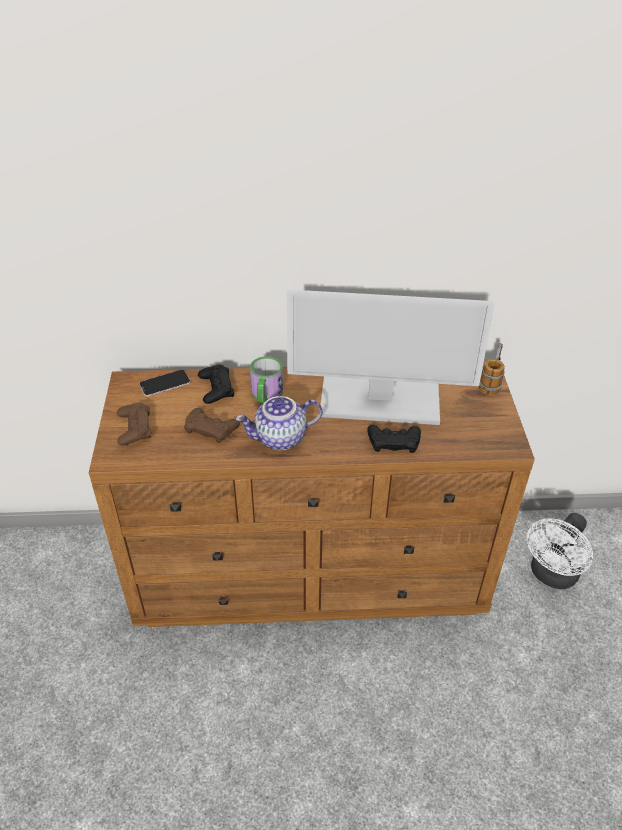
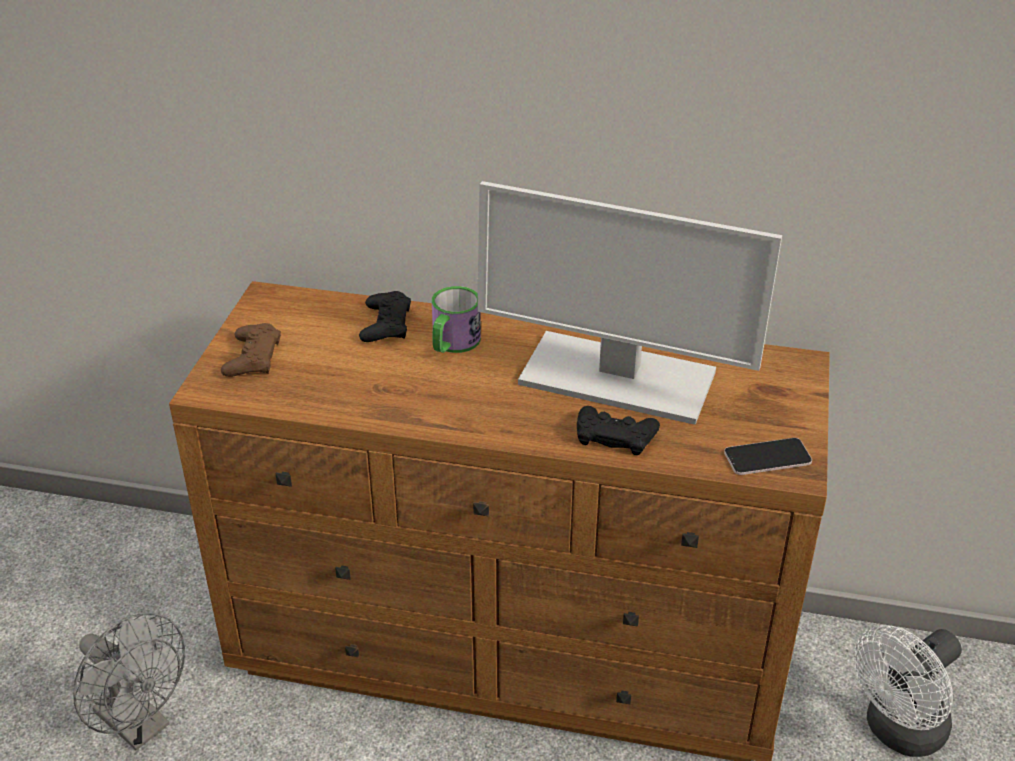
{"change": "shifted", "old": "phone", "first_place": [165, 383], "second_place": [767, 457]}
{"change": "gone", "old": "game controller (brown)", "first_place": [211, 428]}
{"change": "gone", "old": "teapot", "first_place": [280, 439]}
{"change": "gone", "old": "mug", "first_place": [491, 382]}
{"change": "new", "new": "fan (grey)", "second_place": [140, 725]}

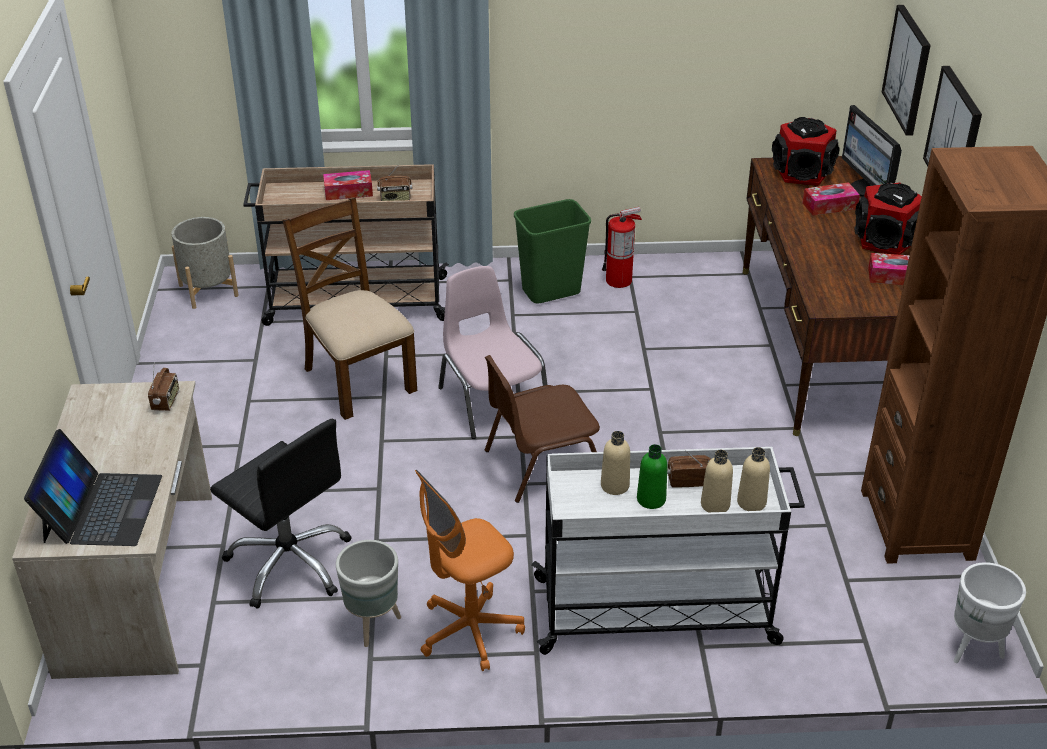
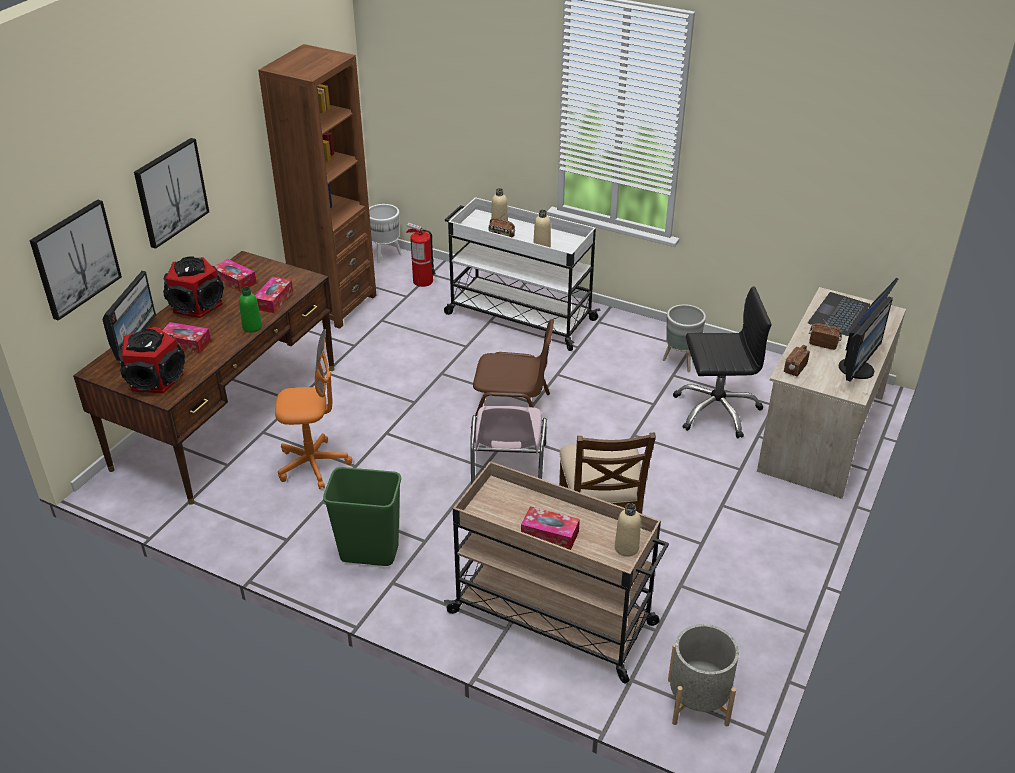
{"change": "rotated", "old": "office chair (black)", "first_place": [290, 562], "second_place": [716, 410], "degrees": 105}
{"change": "shifted", "old": "radio", "first_place": [395, 199], "second_place": [823, 344]}
{"change": "shifted", "old": "office chair (orange)", "first_place": [470, 631], "second_place": [313, 465]}
{"change": "shifted", "old": "fire extinguisher", "first_place": [619, 280], "second_place": [422, 281]}
{"change": "shifted", "old": "bottle (green)", "first_place": [651, 499], "second_place": [252, 327]}
{"change": "shifted", "old": "bottle (beige)", "first_place": [751, 502], "second_place": [626, 548]}
{"change": "new", "new": "tissue box", "second_place": [274, 300]}
{"change": "new", "new": "monitor", "second_place": [857, 369]}

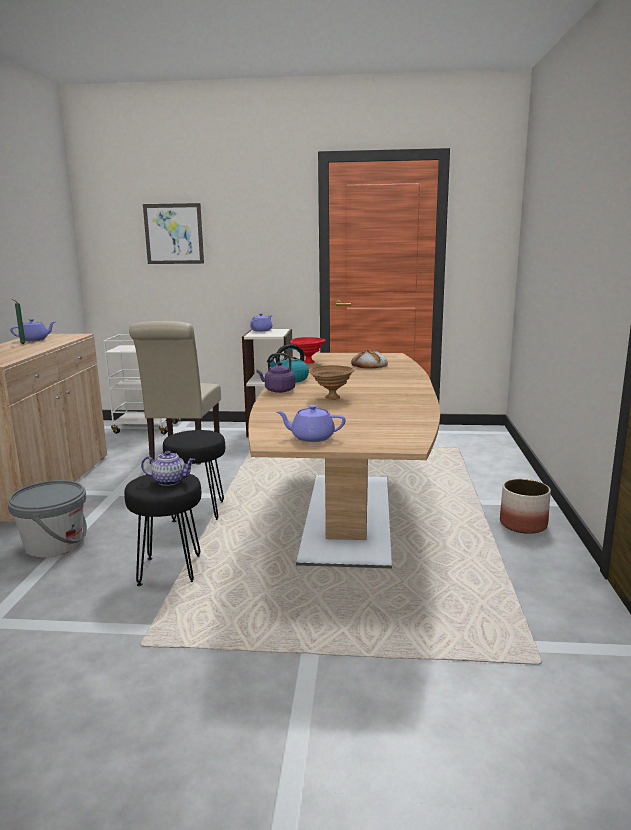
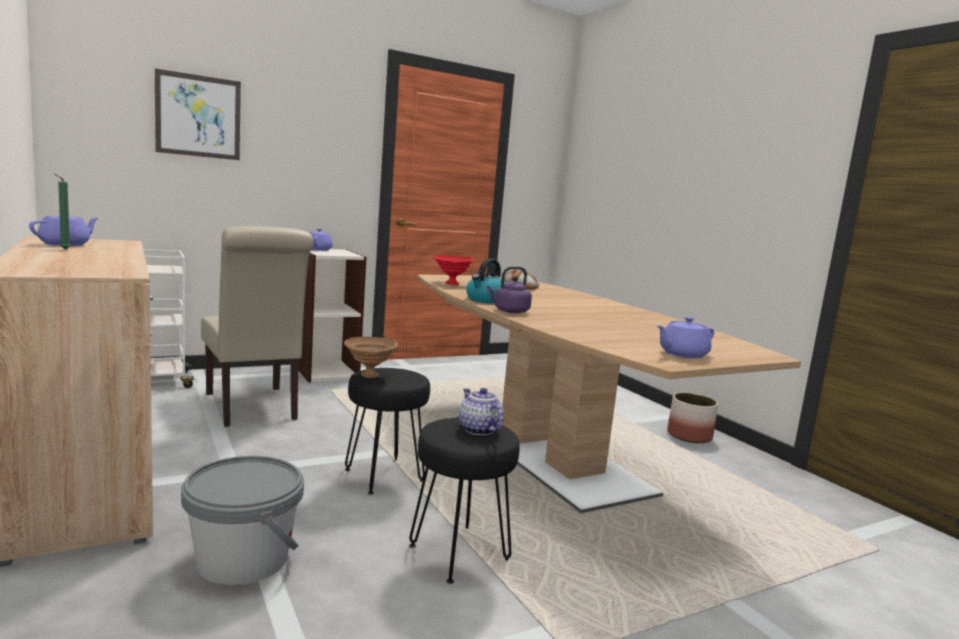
{"change": "rotated", "old": "teapot", "first_place": [170, 481], "second_place": [478, 429], "degrees": -90}
{"change": "shifted", "old": "bowl (brown)", "first_place": [332, 398], "second_place": [370, 376]}

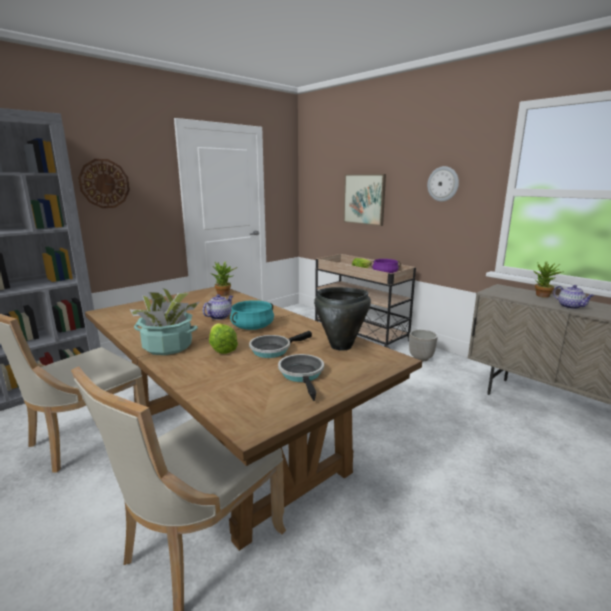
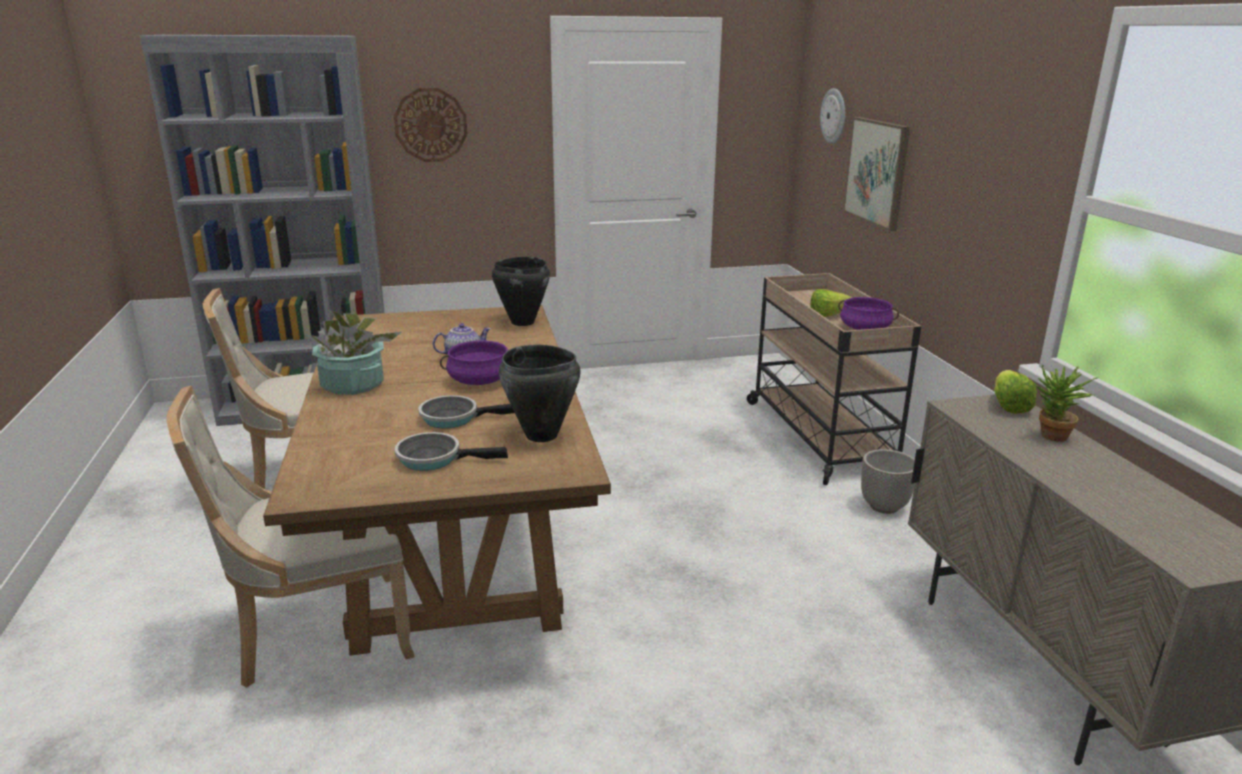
{"change": "shifted", "old": "lettuce", "first_place": [222, 347], "second_place": [1008, 404]}
{"change": "swapped", "old": "potted plant", "new": "cooking pot (black)", "first_place": [225, 294], "second_place": [522, 322]}
{"change": "repainted", "old": "cooking pot (turquoise)", "new": "cooking pot (purple)", "first_place": [252, 327], "second_place": [479, 381]}
{"change": "rotated", "old": "frying pan", "first_place": [302, 375], "second_place": [435, 458], "degrees": -105}
{"change": "shifted", "old": "wall clock", "first_place": [443, 184], "second_place": [834, 116]}
{"change": "gone", "old": "teapot", "first_place": [571, 307]}

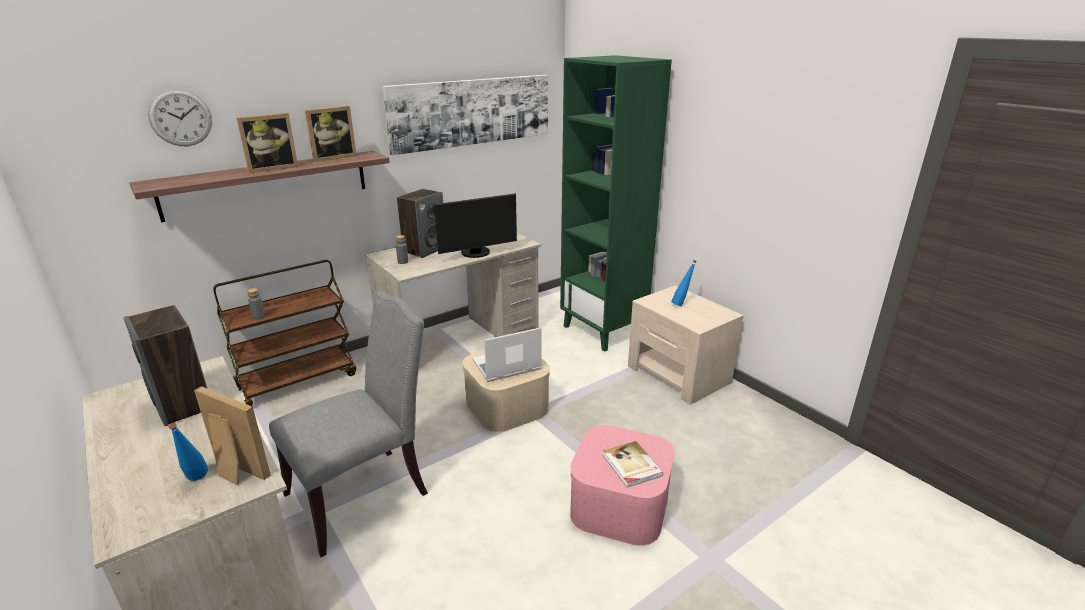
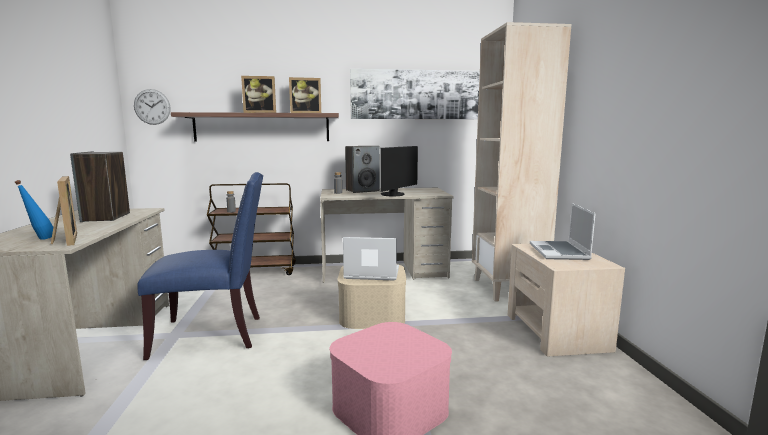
{"change": "shifted", "old": "wall clock", "first_place": [180, 118], "second_place": [152, 107]}
{"change": "repainted", "old": "chair (grey)", "new": "chair (blue)", "first_place": [363, 493], "second_place": [214, 335]}
{"change": "rotated", "old": "monitor", "first_place": [477, 253], "second_place": [395, 194], "degrees": -60}
{"change": "repainted", "old": "bookcase (green)", "new": "bookcase (beige)", "first_place": [603, 331], "second_place": [508, 289]}
{"change": "gone", "old": "book", "first_place": [631, 466]}
{"change": "swapped", "old": "bottle (blue)", "new": "laptop", "first_place": [681, 304], "second_place": [560, 252]}

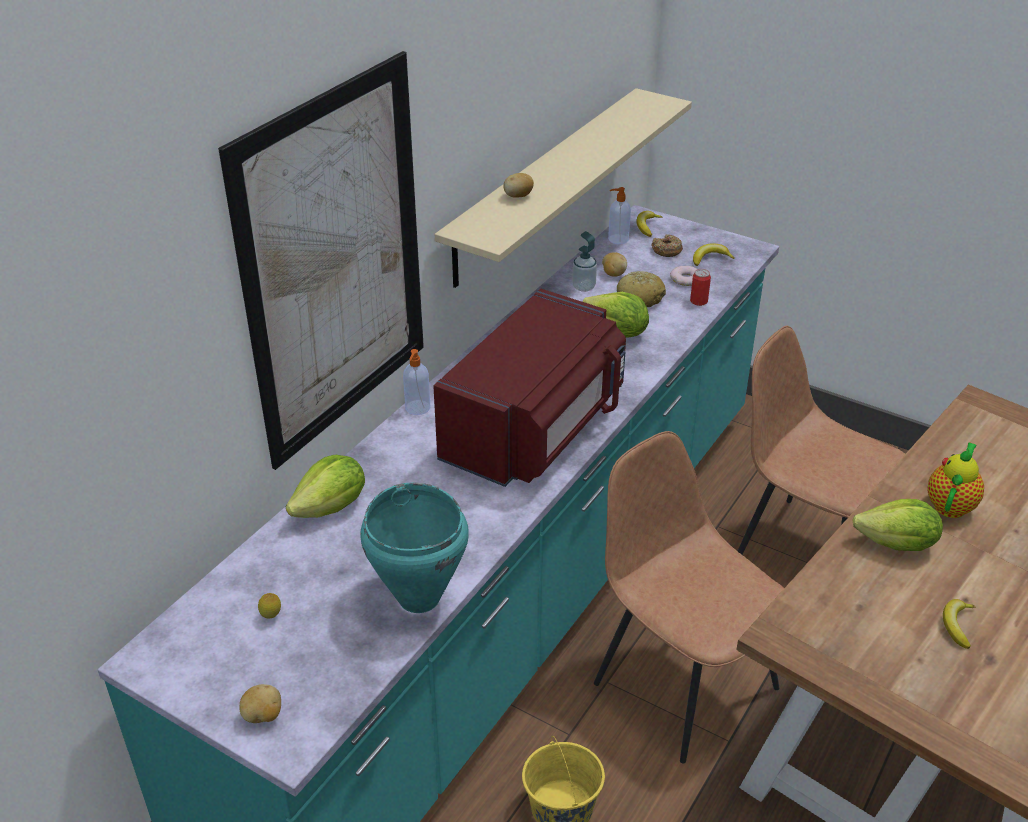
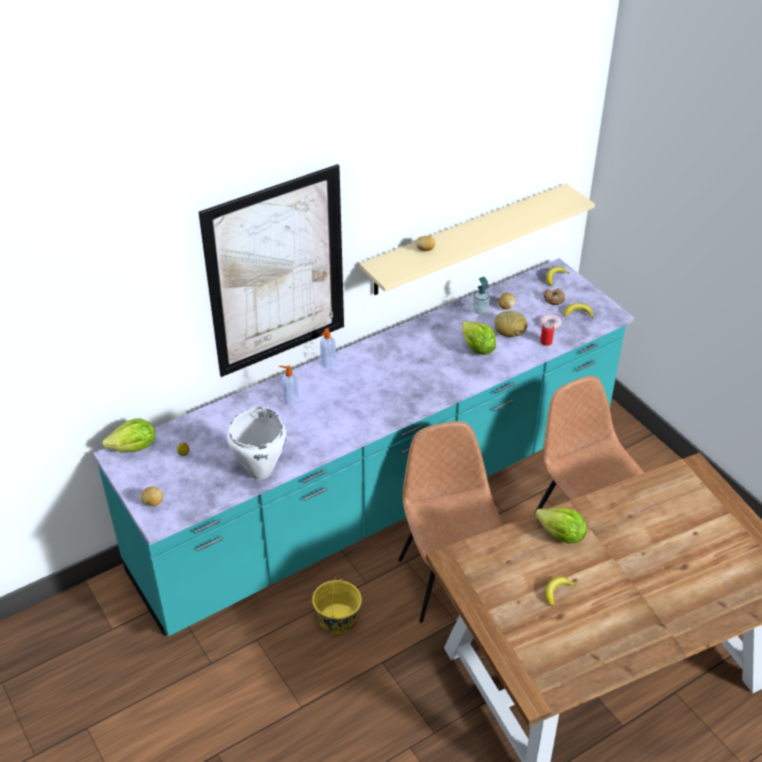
{"change": "shifted", "old": "lettuce", "first_place": [332, 507], "second_place": [134, 448]}
{"change": "repainted", "old": "cooking pot (turquoise)", "new": "cooking pot (white)", "first_place": [418, 598], "second_place": [259, 471]}
{"change": "gone", "old": "microwave (red)", "first_place": [535, 429]}
{"change": "shifted", "old": "soap dispenser", "first_place": [617, 239], "second_place": [290, 399]}
{"change": "gone", "old": "teapot", "first_place": [950, 504]}

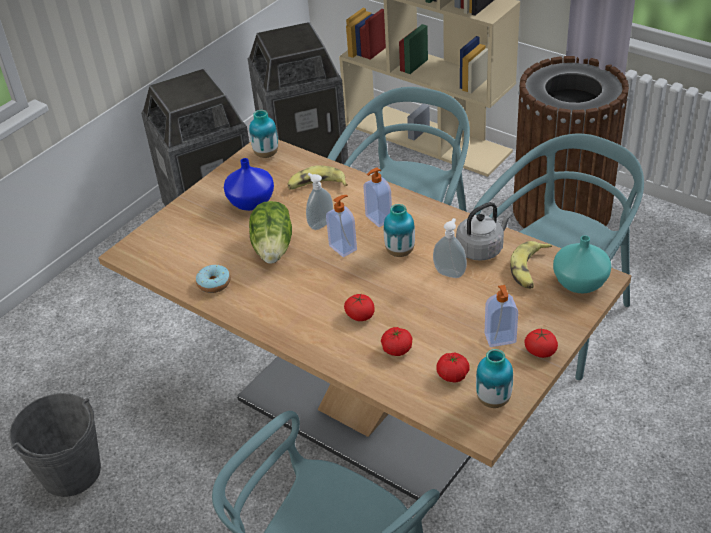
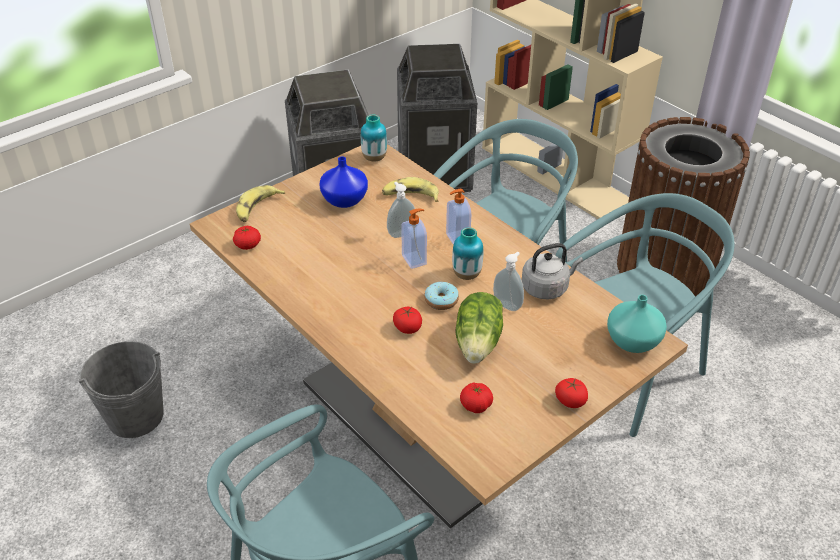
{"change": "shifted", "old": "donut", "first_place": [214, 283], "second_place": [441, 300]}
{"change": "shifted", "old": "lettuce", "first_place": [274, 248], "second_place": [479, 343]}
{"change": "shifted", "old": "tomato", "first_place": [397, 349], "second_place": [248, 245]}
{"change": "gone", "old": "vase", "first_place": [493, 400]}
{"change": "gone", "old": "soap dispenser", "first_place": [500, 339]}
{"change": "shifted", "old": "banana", "first_place": [529, 270], "second_place": [257, 208]}

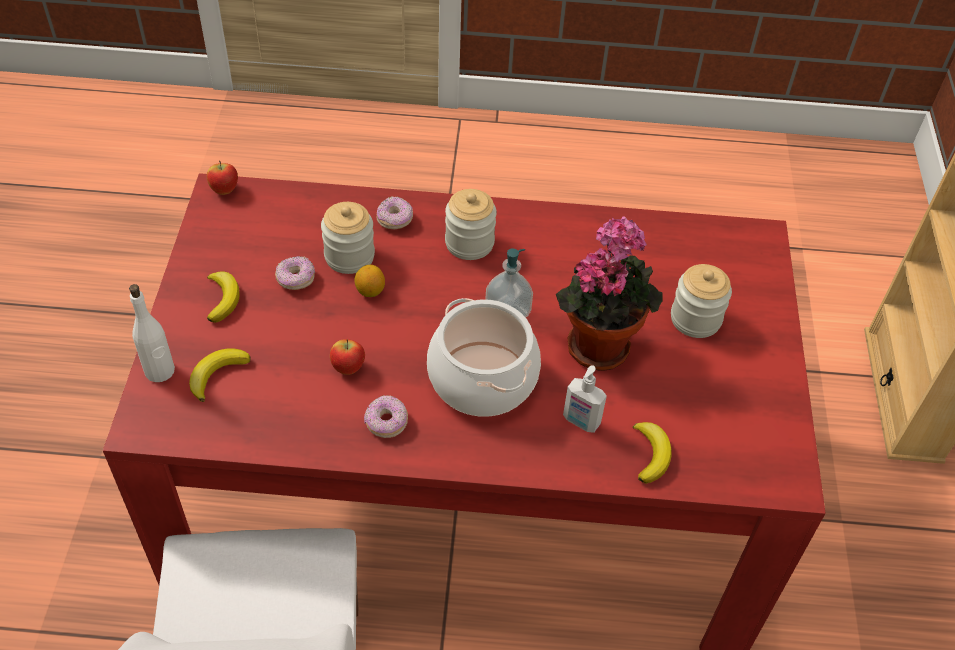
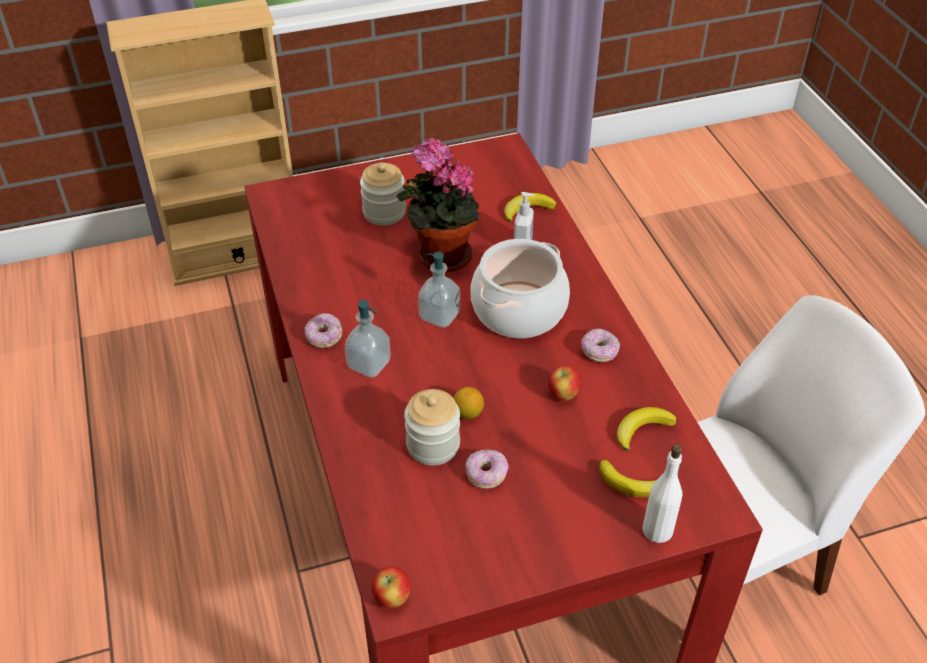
{"change": "shifted", "old": "banana", "first_place": [223, 298], "second_place": [642, 429]}
{"change": "shifted", "old": "donut", "first_place": [395, 220], "second_place": [324, 337]}
{"change": "swapped", "old": "jar", "new": "soap dispenser", "first_place": [469, 243], "second_place": [369, 364]}

